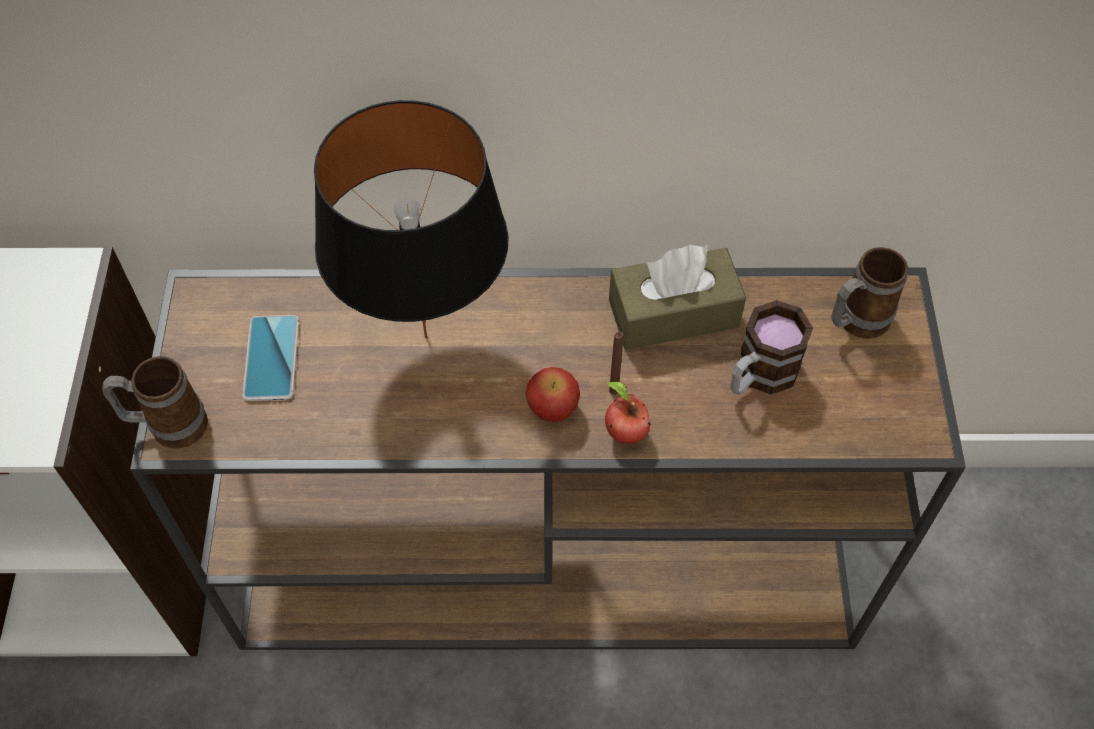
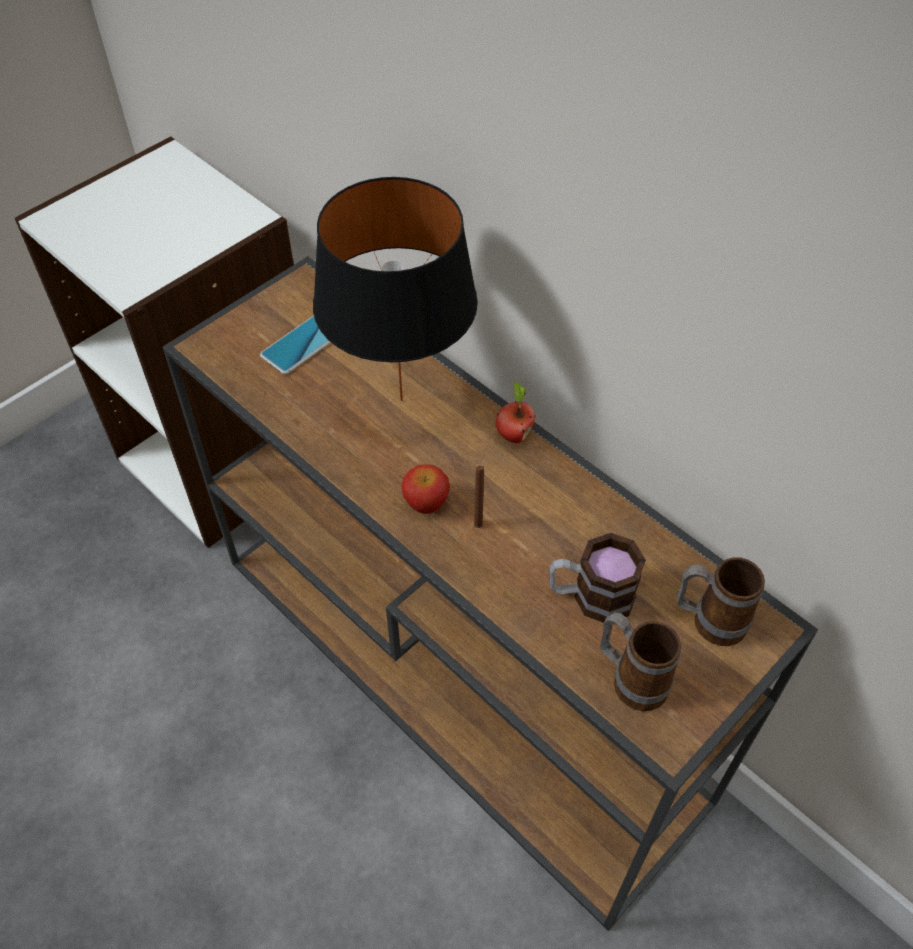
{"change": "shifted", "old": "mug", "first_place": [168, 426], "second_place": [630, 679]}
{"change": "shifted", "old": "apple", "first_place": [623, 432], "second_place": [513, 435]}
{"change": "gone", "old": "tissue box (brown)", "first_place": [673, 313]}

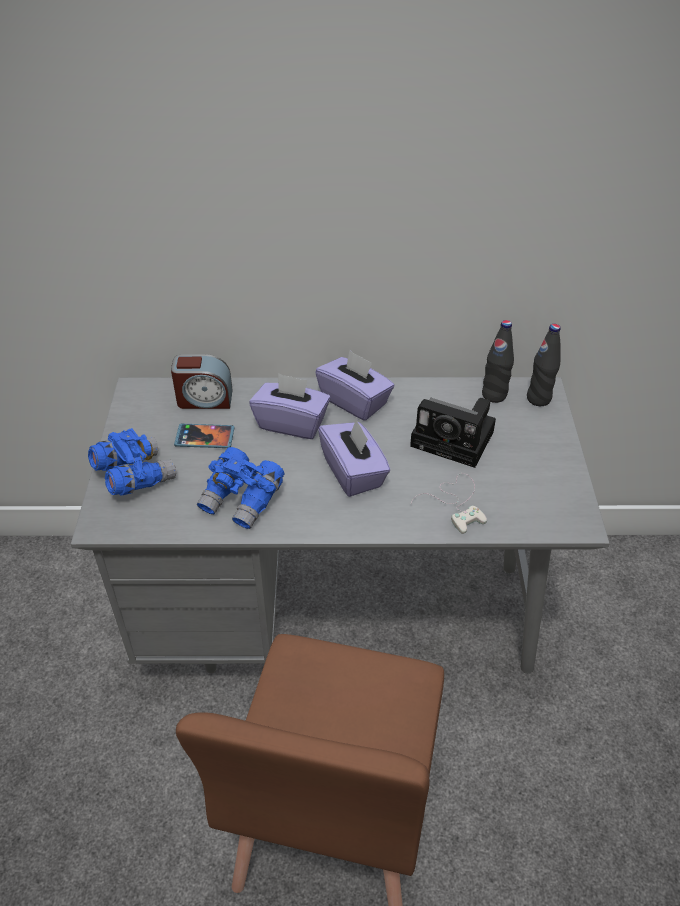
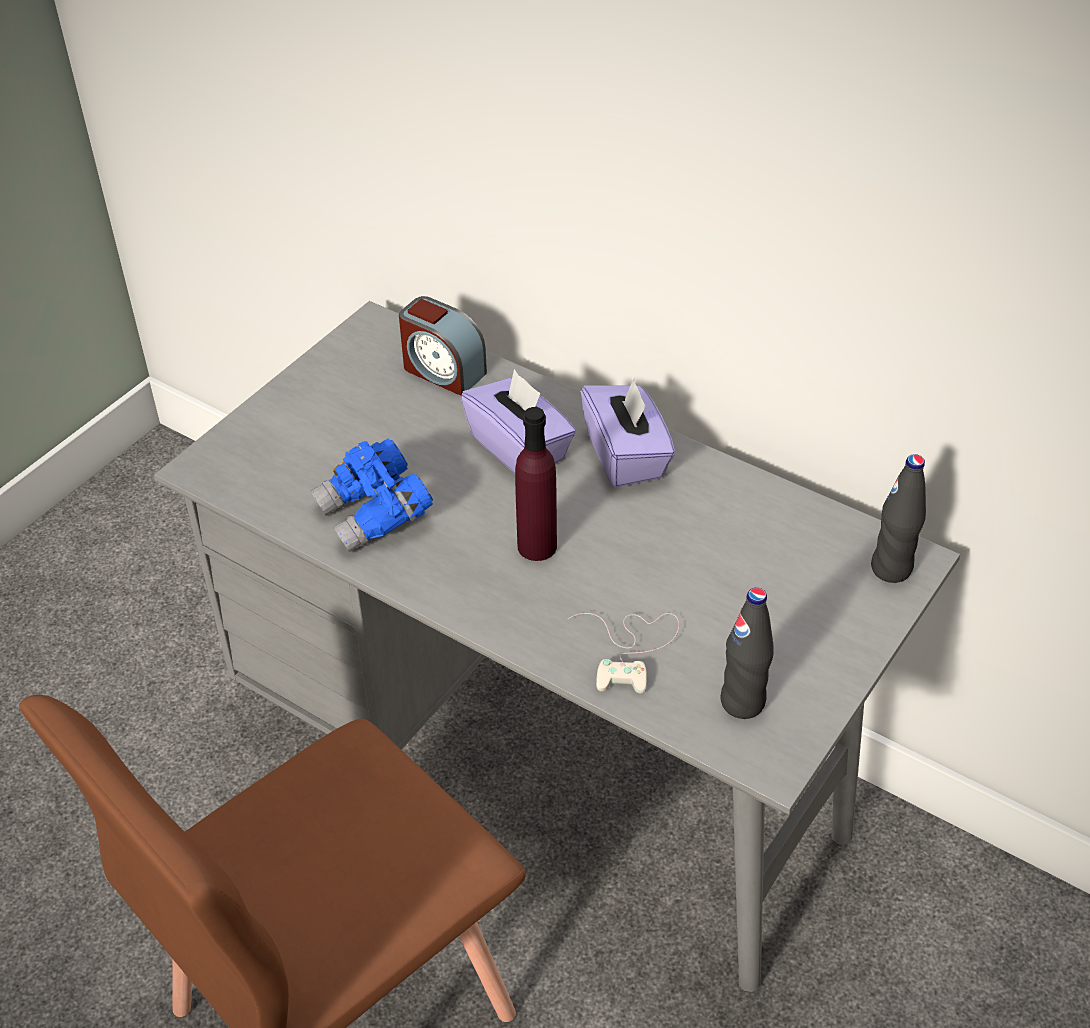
{"change": "gone", "old": "binoculars (blue)", "first_place": [134, 476]}
{"change": "gone", "old": "phone", "first_place": [205, 438]}
{"change": "swapped", "old": "tissue box (purple)", "new": "bottle (purple)", "first_place": [353, 472], "second_place": [537, 546]}
{"change": "gone", "old": "photo camera", "first_place": [456, 439]}
{"change": "shifted", "old": "bottle (black)", "first_place": [494, 395], "second_place": [742, 702]}

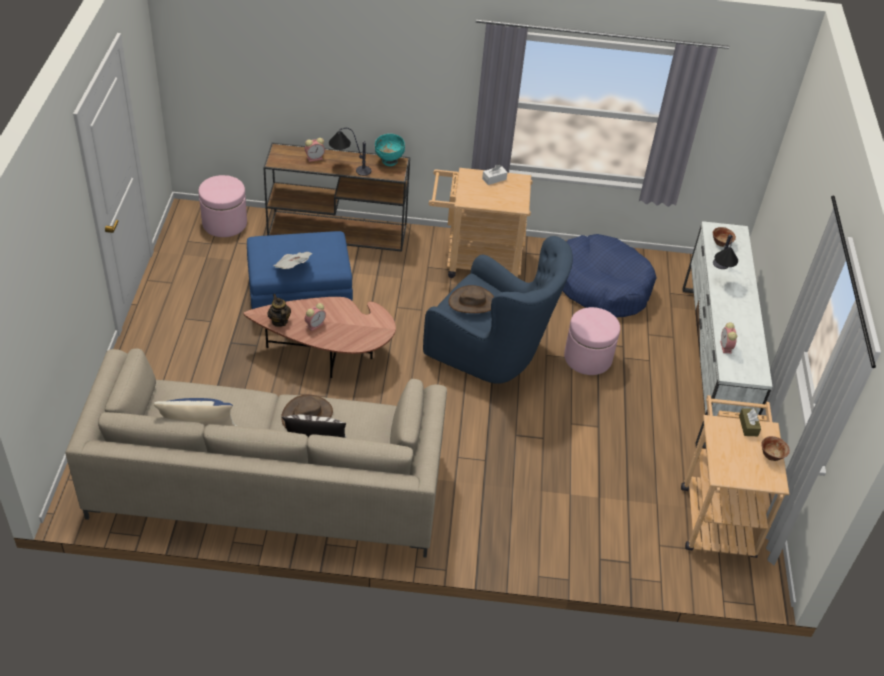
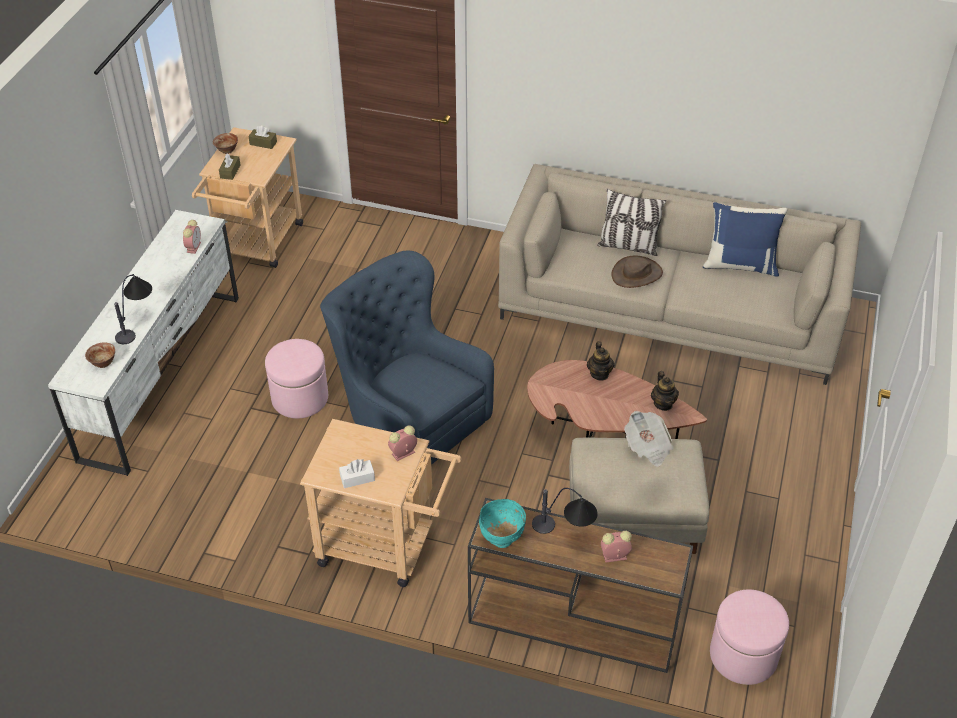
{"change": "repainted", "old": "ottoman (blue)", "new": "ottoman (beige)", "first_place": [300, 295], "second_place": [632, 517]}
{"change": "shifted", "old": "alarm clock", "first_place": [315, 324], "second_place": [402, 454]}
{"change": "gone", "old": "hat (brown)", "first_place": [472, 302]}
{"change": "gone", "old": "dog bed (blue)", "first_place": [601, 286]}
{"change": "new", "new": "tissue box (brown)", "second_place": [263, 143]}
{"change": "new", "new": "teapot", "second_place": [599, 374]}

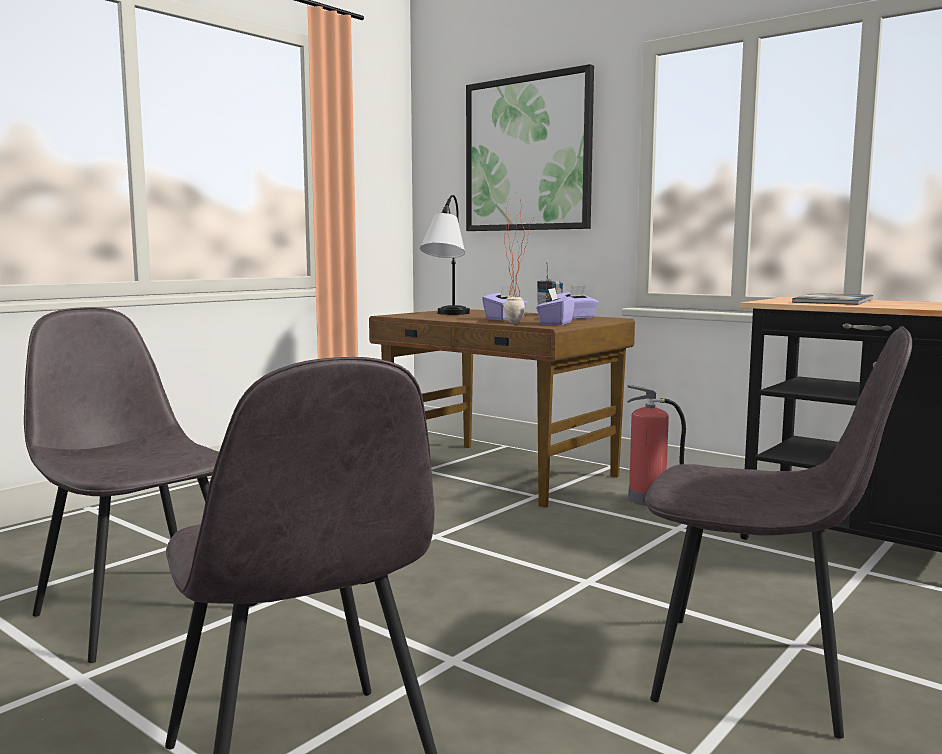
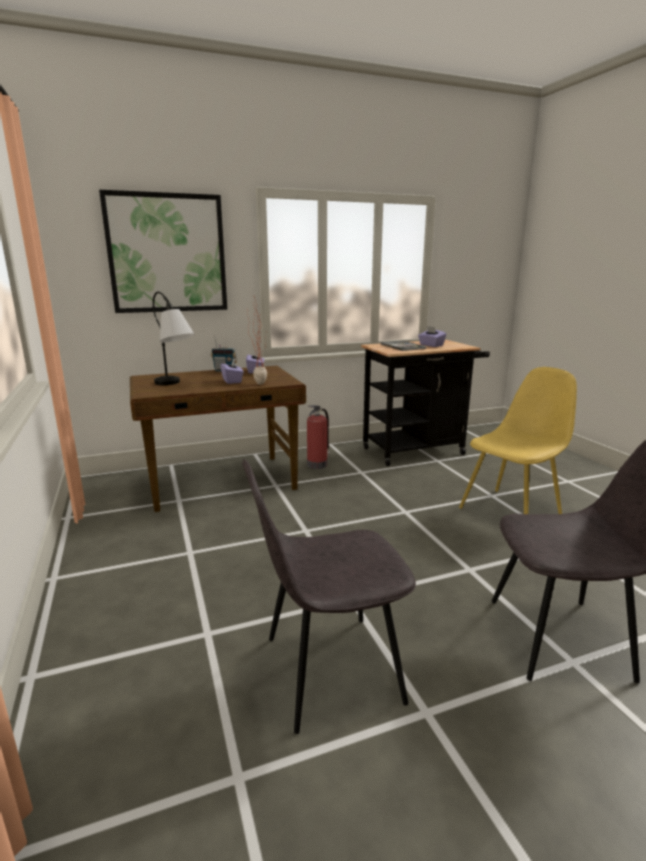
{"change": "shifted", "old": "tissue box (purple)", "first_place": [555, 324], "second_place": [431, 345]}
{"change": "repainted", "old": "chair (grey)", "new": "chair (yellow)", "first_place": [756, 673], "second_place": [511, 511]}

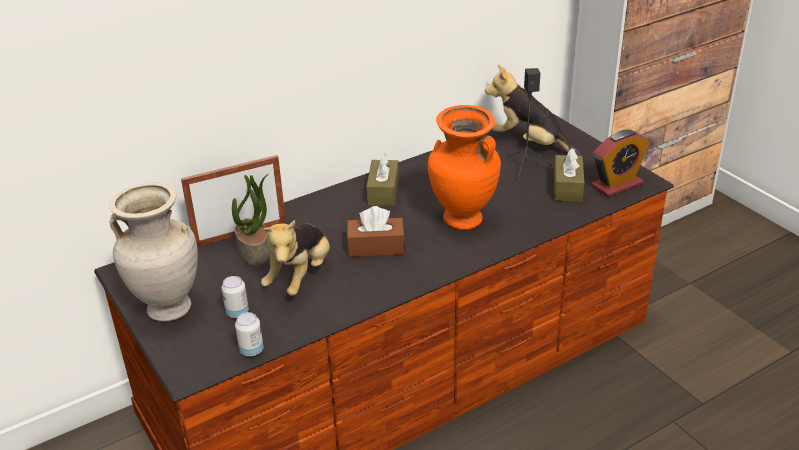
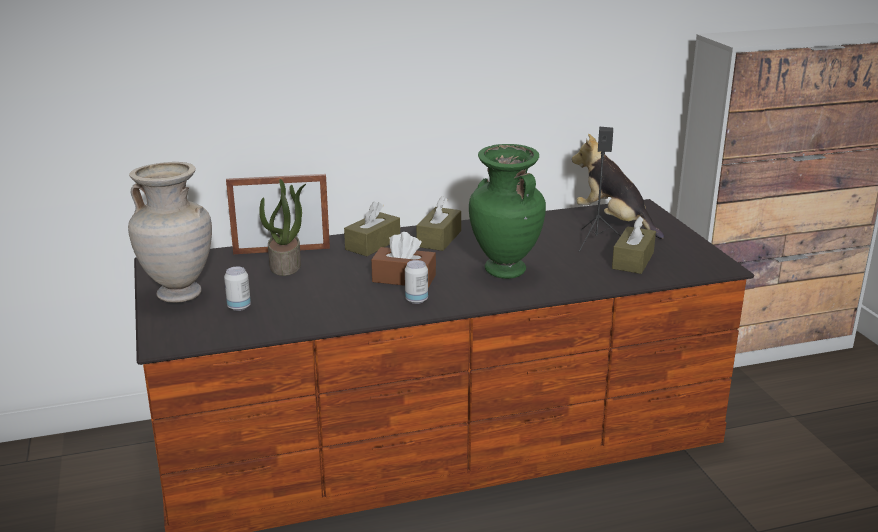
{"change": "shifted", "old": "can", "first_place": [251, 350], "second_place": [416, 300]}
{"change": "gone", "old": "plush toy", "first_place": [300, 276]}
{"change": "repainted", "old": "vase (orange)", "new": "vase (green)", "first_place": [462, 221], "second_place": [504, 271]}
{"change": "gone", "old": "alarm clock", "first_place": [616, 185]}
{"change": "new", "new": "tissue box (brown)", "second_place": [373, 244]}

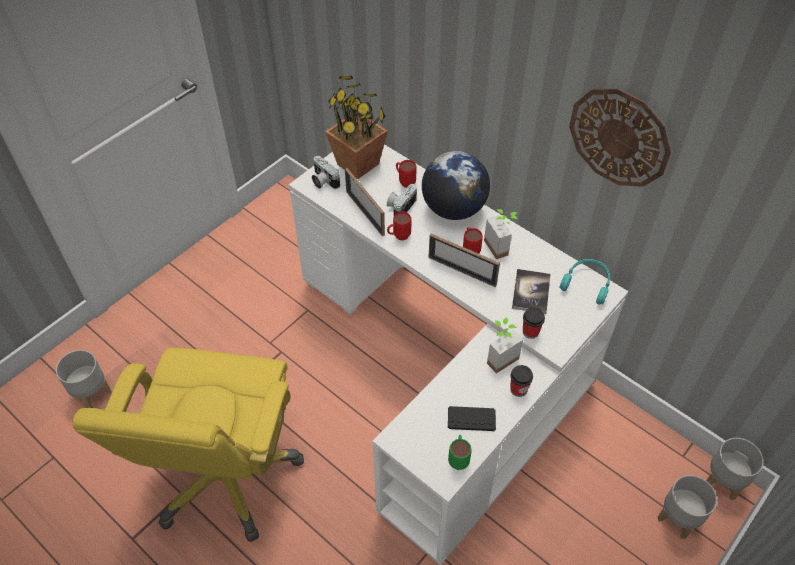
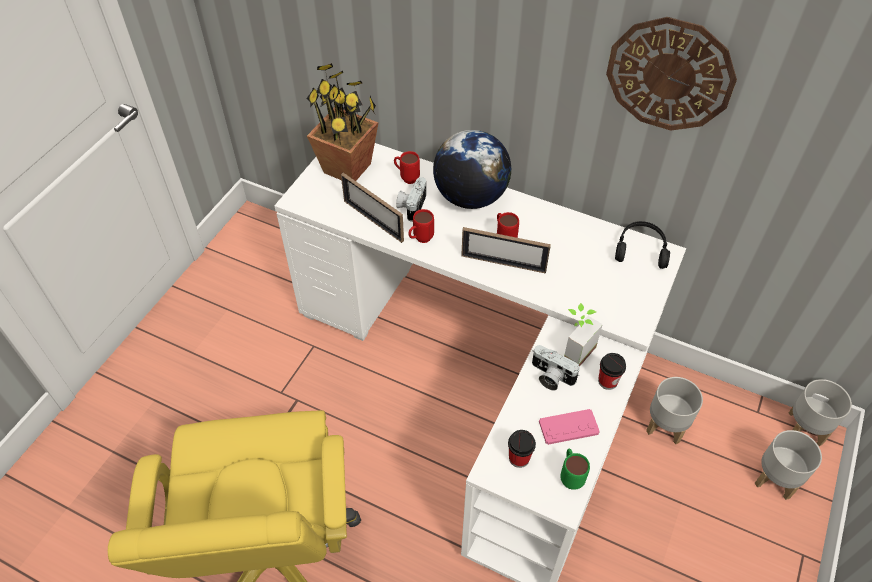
{"change": "shifted", "old": "planter (grey)", "first_place": [92, 392], "second_place": [665, 425]}
{"change": "shifted", "old": "photo camera", "first_place": [323, 181], "second_place": [550, 376]}
{"change": "repainted", "old": "game controller (black)", "new": "game controller (pink)", "first_place": [471, 419], "second_place": [568, 427]}
{"change": "gone", "old": "potted plant", "first_place": [501, 246]}
{"change": "gone", "old": "book", "first_place": [531, 292]}
{"change": "shifted", "old": "cup", "first_place": [530, 332], "second_place": [519, 458]}
{"change": "repainted", "old": "headphones (turquoise)", "new": "headphones (black)", "first_place": [587, 284], "second_place": [641, 249]}

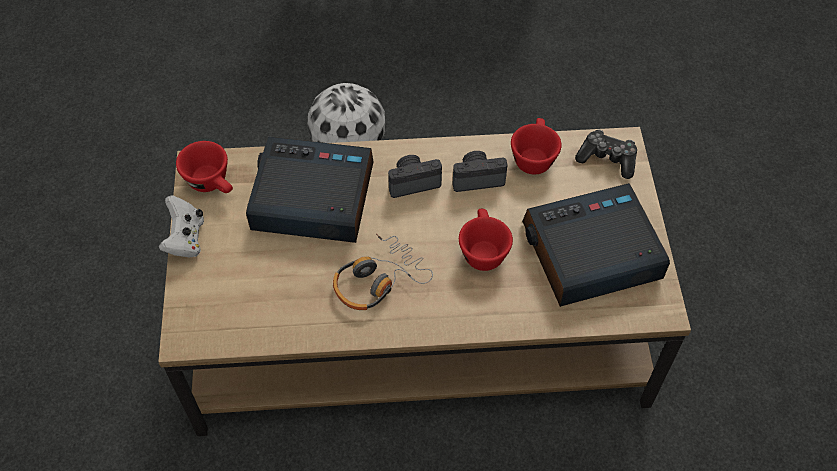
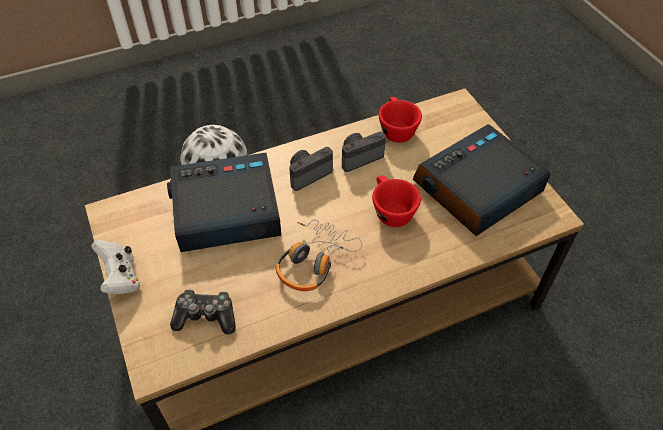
{"change": "gone", "old": "cup (red)", "first_place": [212, 183]}
{"change": "shifted", "old": "game controller", "first_place": [607, 159], "second_place": [206, 316]}

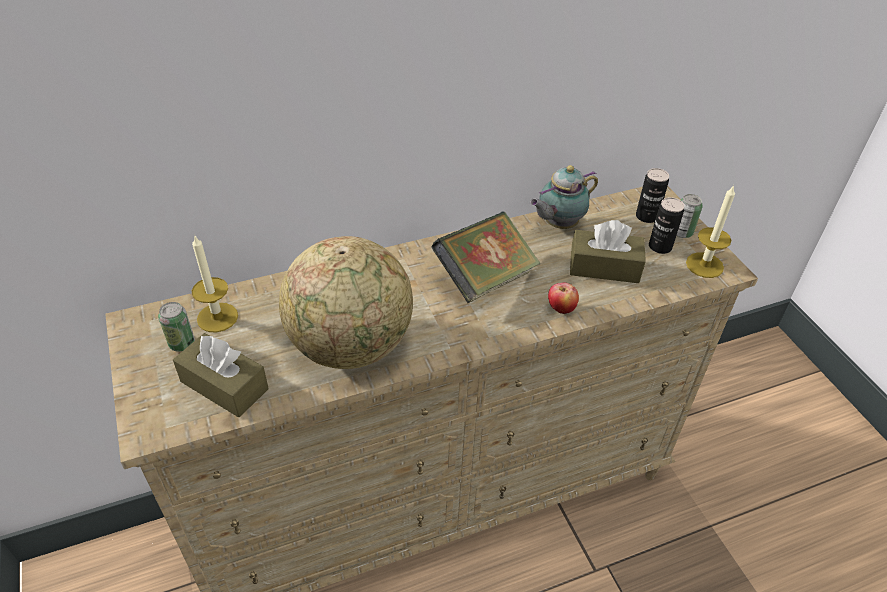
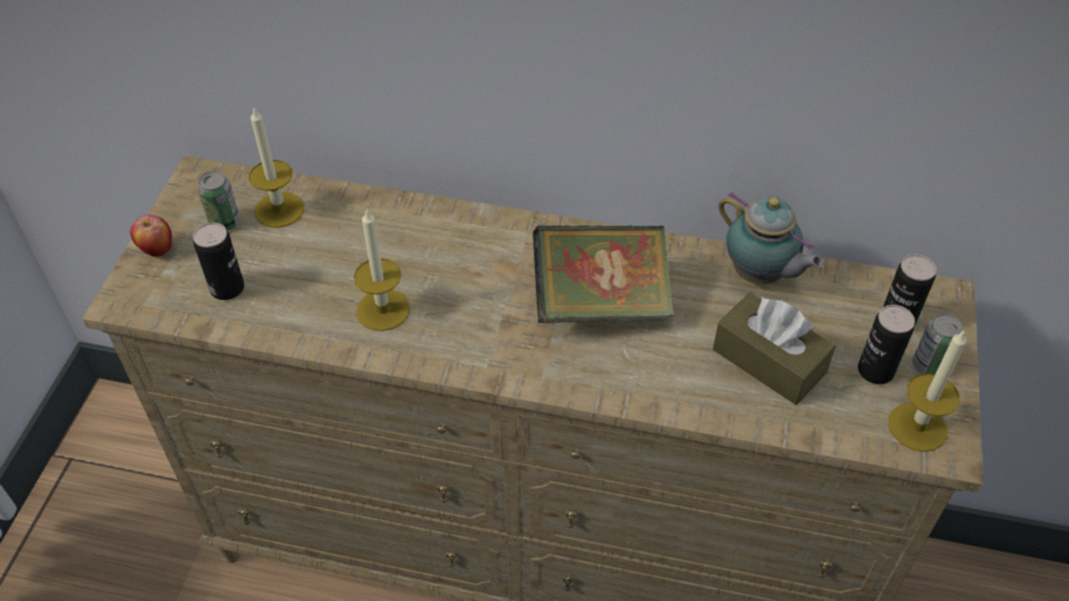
{"change": "swapped", "old": "tissue box (brown)", "new": "can", "first_place": [224, 385], "second_place": [227, 288]}
{"change": "swapped", "old": "globe", "new": "candle", "first_place": [351, 346], "second_place": [383, 310]}
{"change": "rotated", "old": "teapot", "first_place": [558, 224], "second_place": [760, 276], "degrees": -135}
{"change": "shifted", "old": "apple", "first_place": [560, 309], "second_place": [157, 250]}

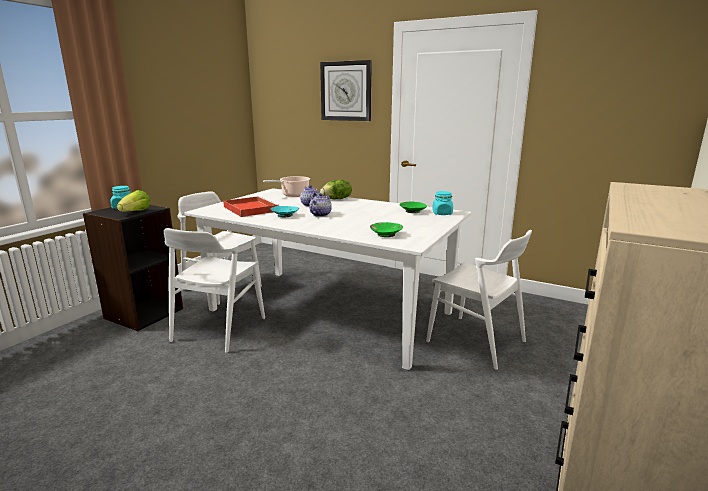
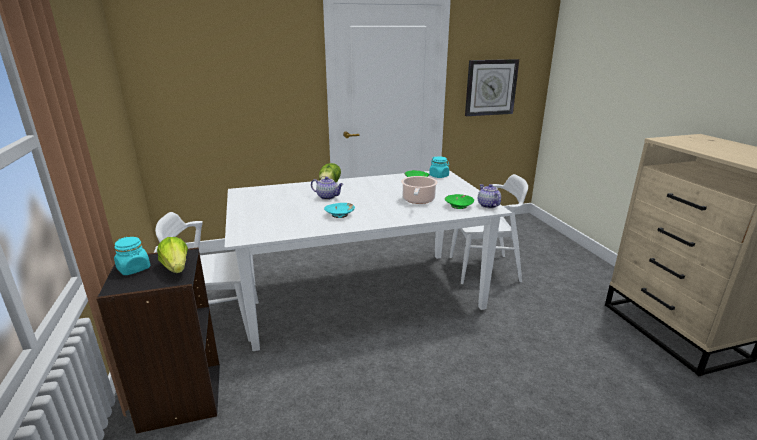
{"change": "gone", "old": "chair (white)", "first_place": [218, 329]}
{"change": "gone", "old": "tray (red)", "first_place": [249, 209]}
{"change": "shifted", "old": "cooking pot", "first_place": [293, 195], "second_place": [418, 200]}
{"change": "shifted", "old": "teapot", "first_place": [320, 214], "second_place": [487, 205]}
{"change": "shifted", "old": "wall clock", "first_place": [346, 91], "second_place": [491, 87]}

